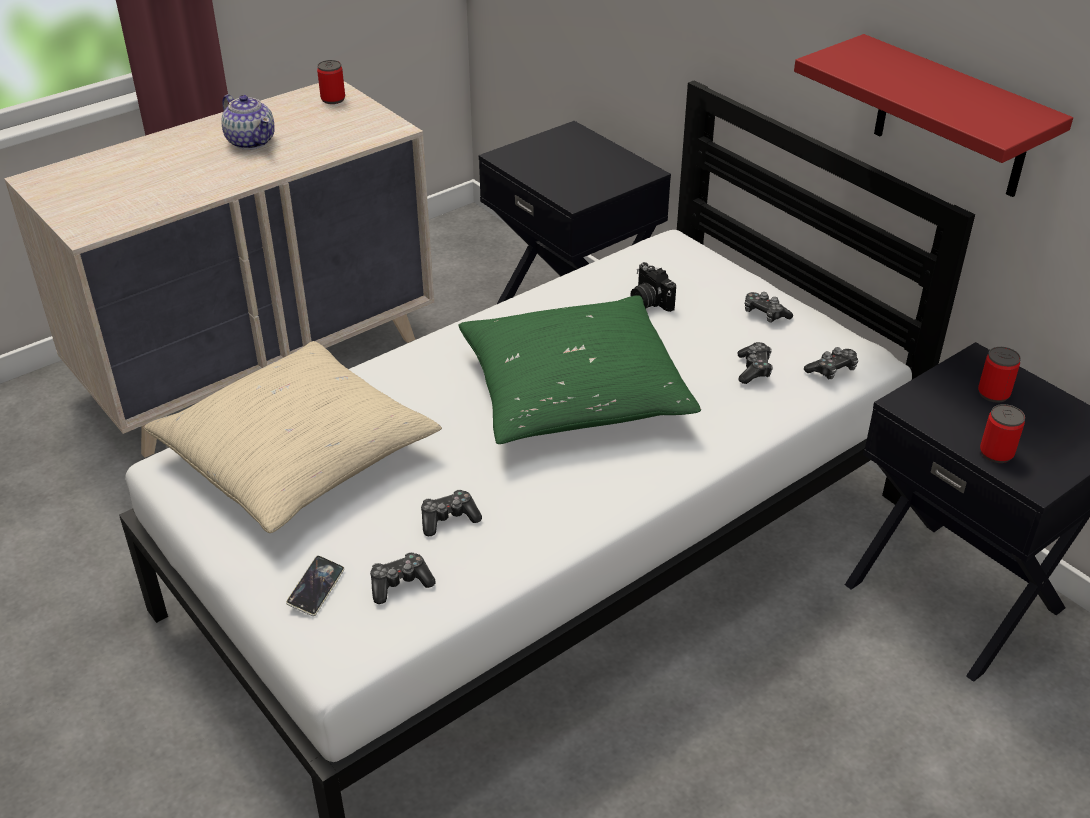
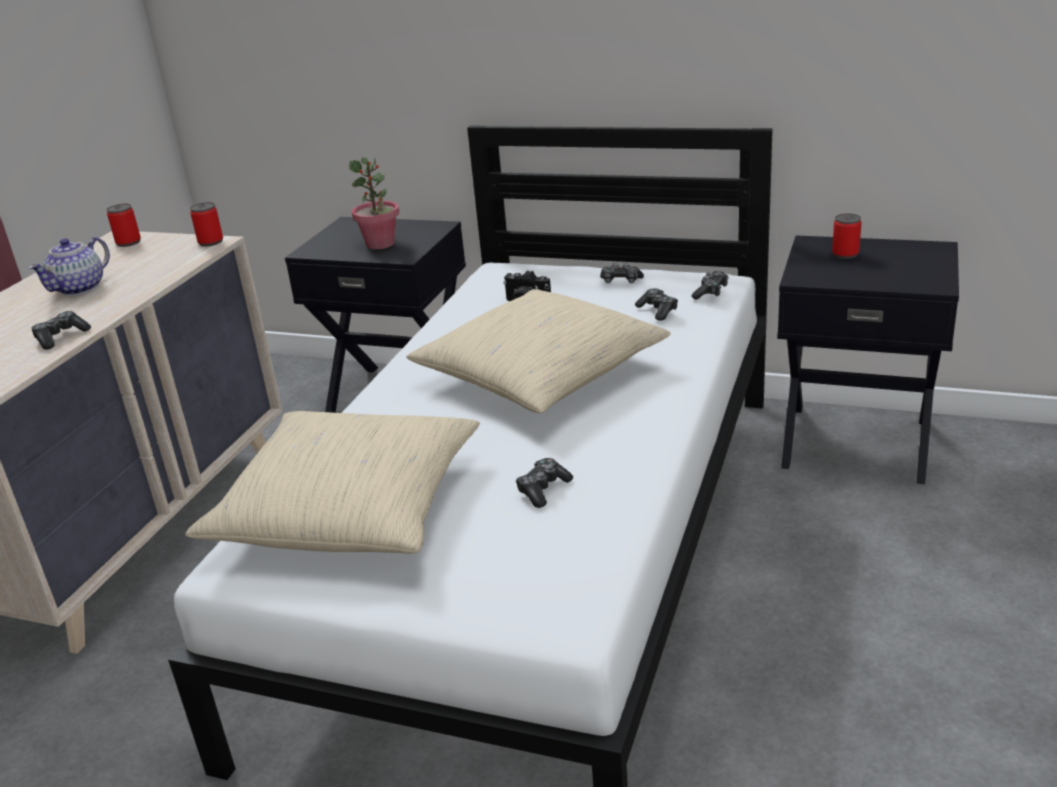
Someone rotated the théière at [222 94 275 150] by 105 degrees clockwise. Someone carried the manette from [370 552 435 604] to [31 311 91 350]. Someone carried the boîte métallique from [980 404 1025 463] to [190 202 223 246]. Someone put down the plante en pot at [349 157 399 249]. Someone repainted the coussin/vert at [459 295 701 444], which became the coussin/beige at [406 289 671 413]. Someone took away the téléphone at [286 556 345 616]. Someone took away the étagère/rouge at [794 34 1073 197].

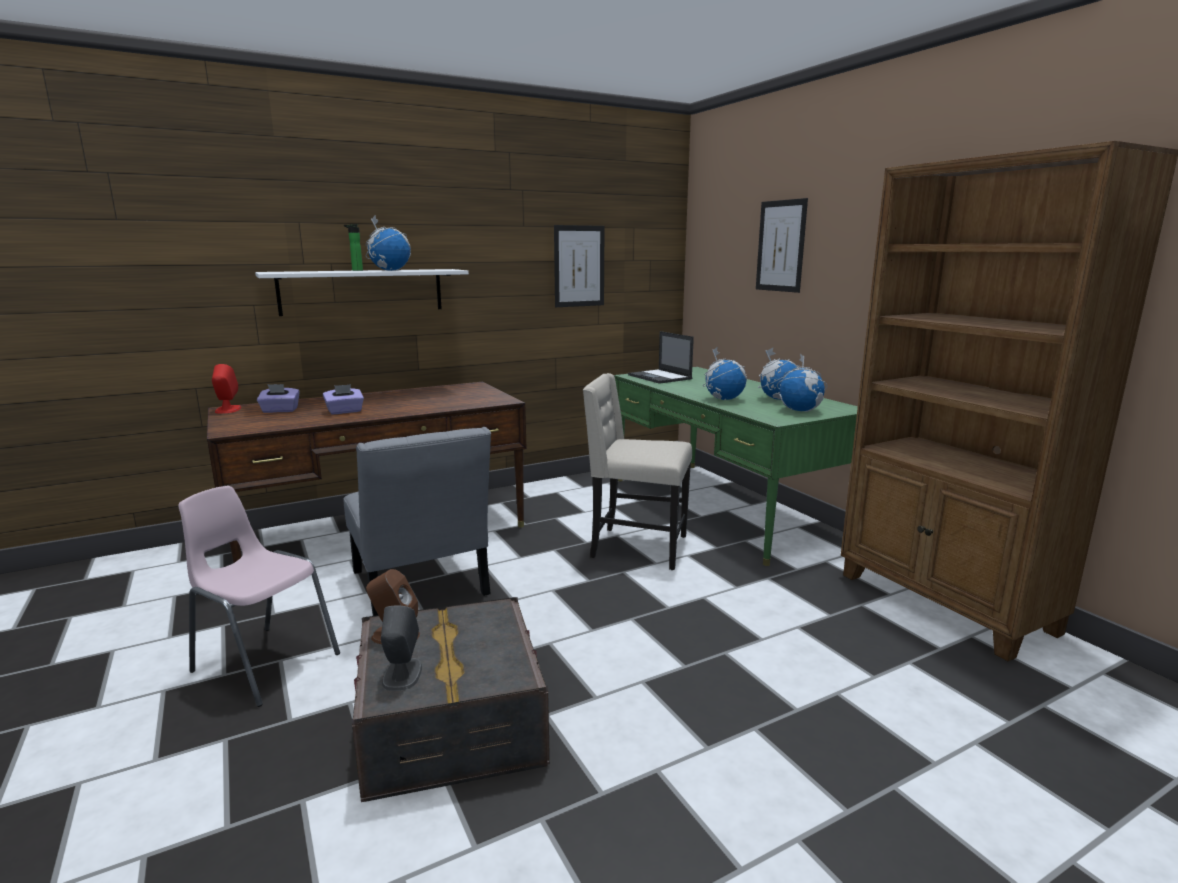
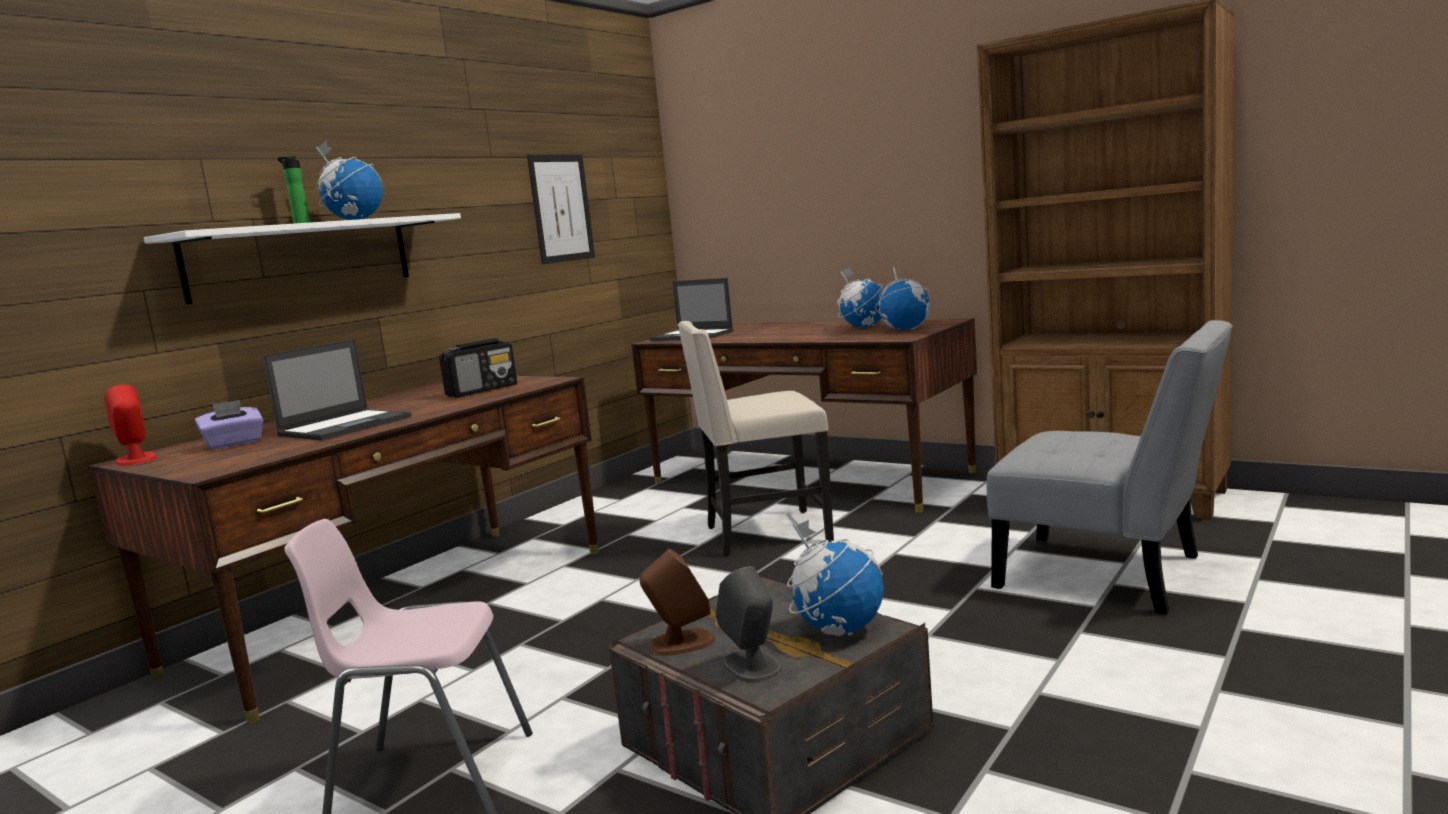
Someone swapped the boîte à mouchoirs/violet at [323 384 364 414] for the ordinateur portable at [262 339 411 440]. Someone put down the radio at [439 338 517 397]. Someone repainted the bureau/vert at [614 367 858 566], which became the bureau/marron at [631 318 977 513]. Someone carried the globe from [703 348 747 400] to [787 520 884 636]. Someone carried the chaise/gris from [343 427 491 616] to [987 320 1233 614]. Someone took away the tableau at [756 198 808 293].

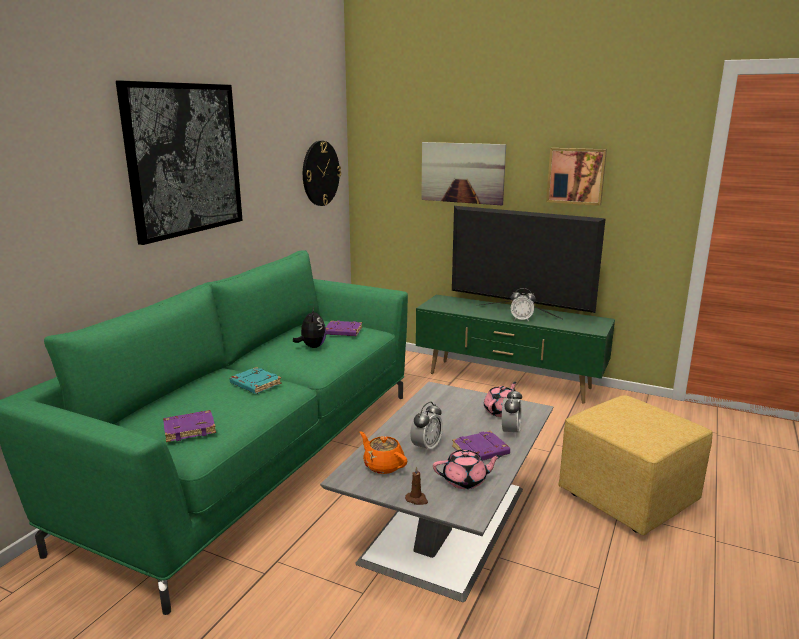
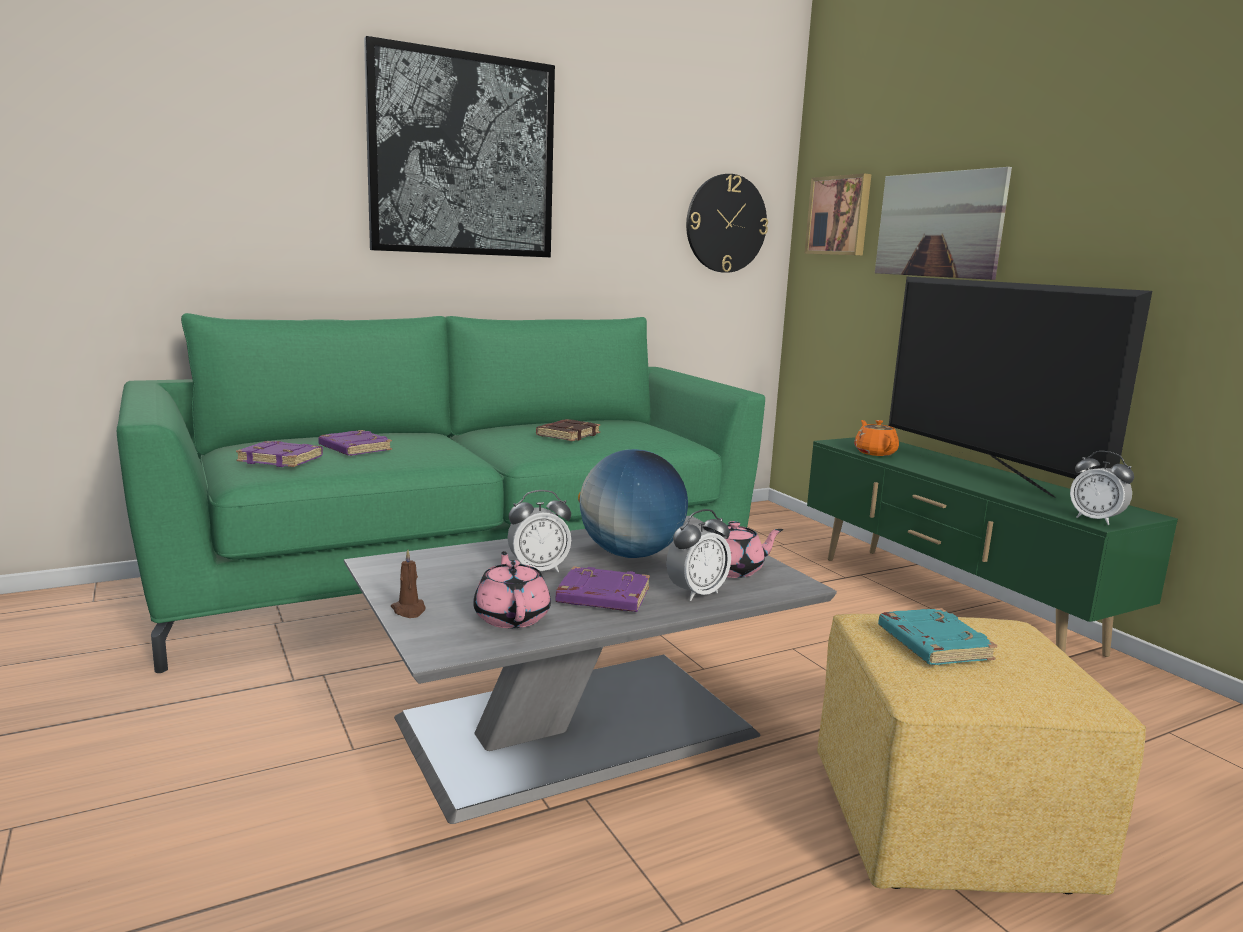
Someone carried the livre/violet from [326 321 362 336] to [318 430 392 456]. Someone rotated the théière/rose at [433 450 501 489] by 135 degrees counterclockwise. Someone swapped the peluche at [293 308 326 348] for the livre/marron at [536 419 601 441]. Someone put down the globe at [578 449 688 558]. Someone carried the tableau from [546 148 607 206] to [804 173 871 256]. Someone carried the théière/orange from [359 432 407 474] to [854 420 899 456]. Someone carried the livre/turquoise from [230 367 282 394] to [878 608 997 665]. Someone carried the réveil from [511 288 536 322] to [1070 451 1134 525].

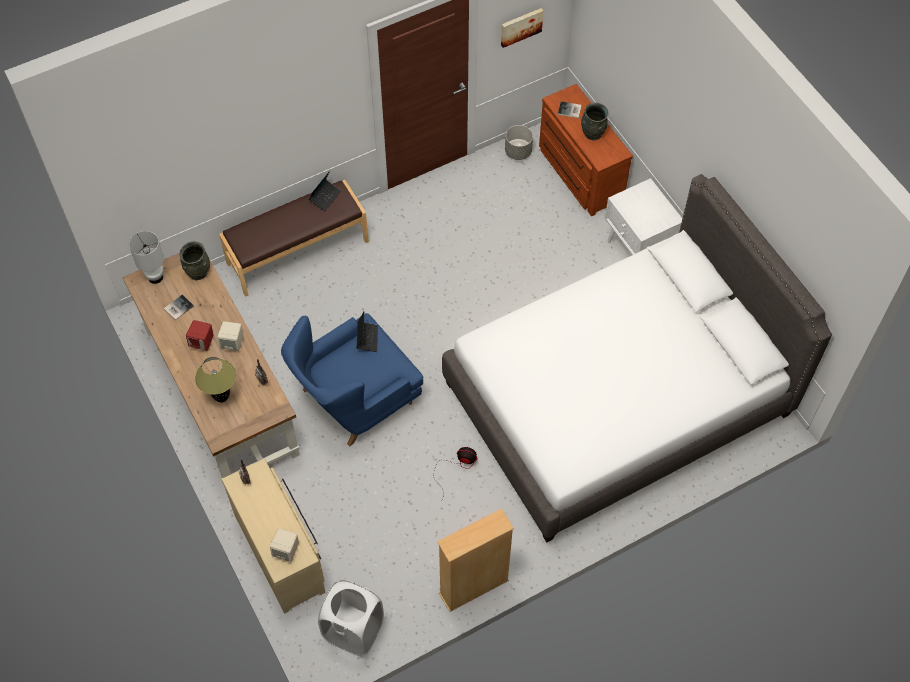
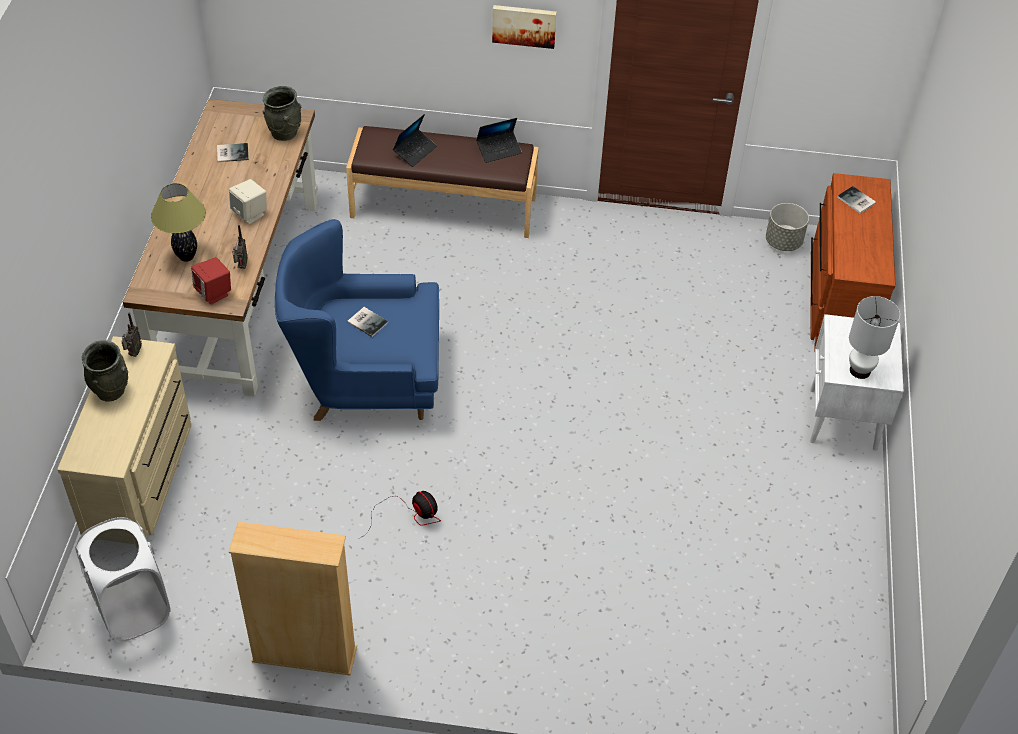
Someone carried the vase/gris from [581 102 608 140] to [82 340 128 401]. Someone carried the enceinte/rouge from [186 320 213 351] to [191 257 231 305]. Someone put down the livre at [347 307 388 337]. Someone carried the ordinateur portable from [357 312 378 352] to [393 114 437 167]. Someone carried the tableau from [501 8 543 48] to [492 5 557 49]. Someone carried the lampe de table/blanc from [129 231 164 284] to [849 296 900 379]. Someone took away the enceinte/beige at [270 528 299 562]. Someone took away the lit/blanc at [442 174 832 542].

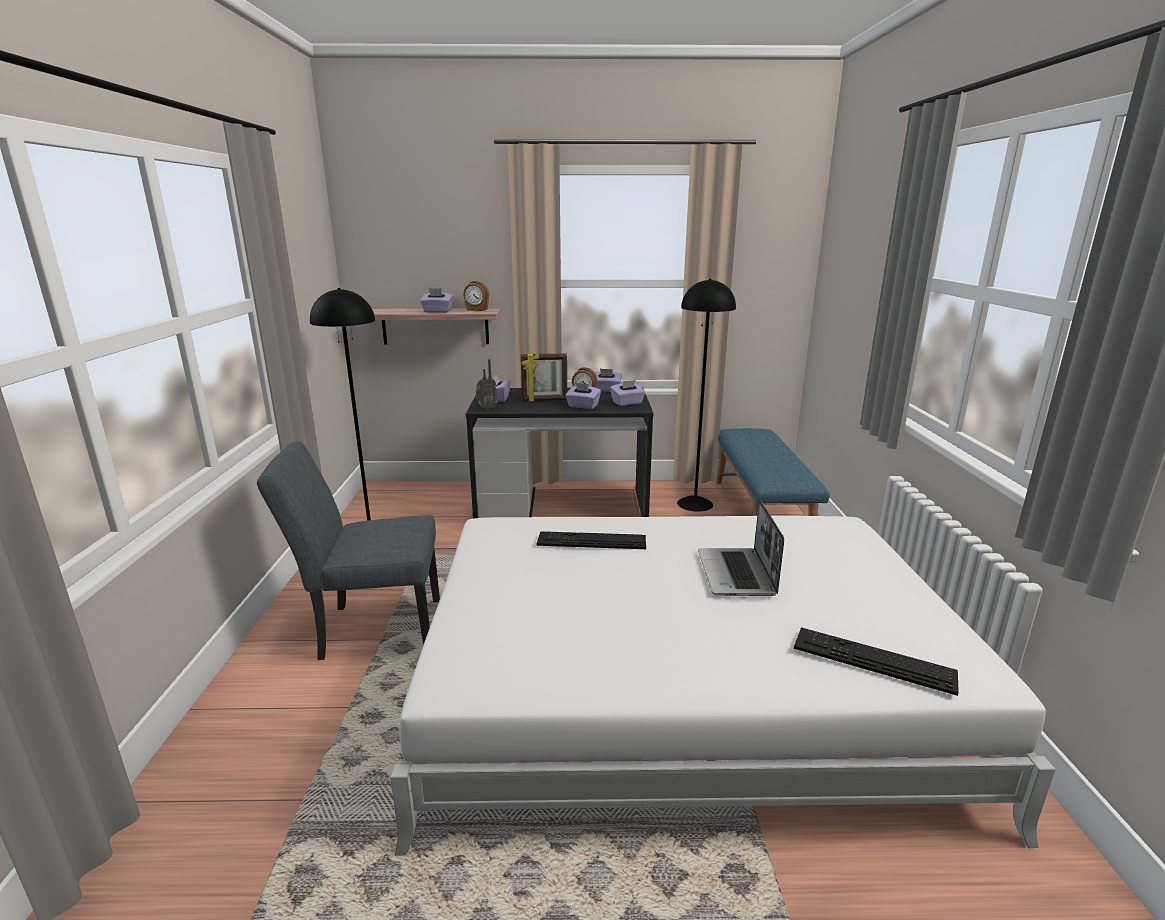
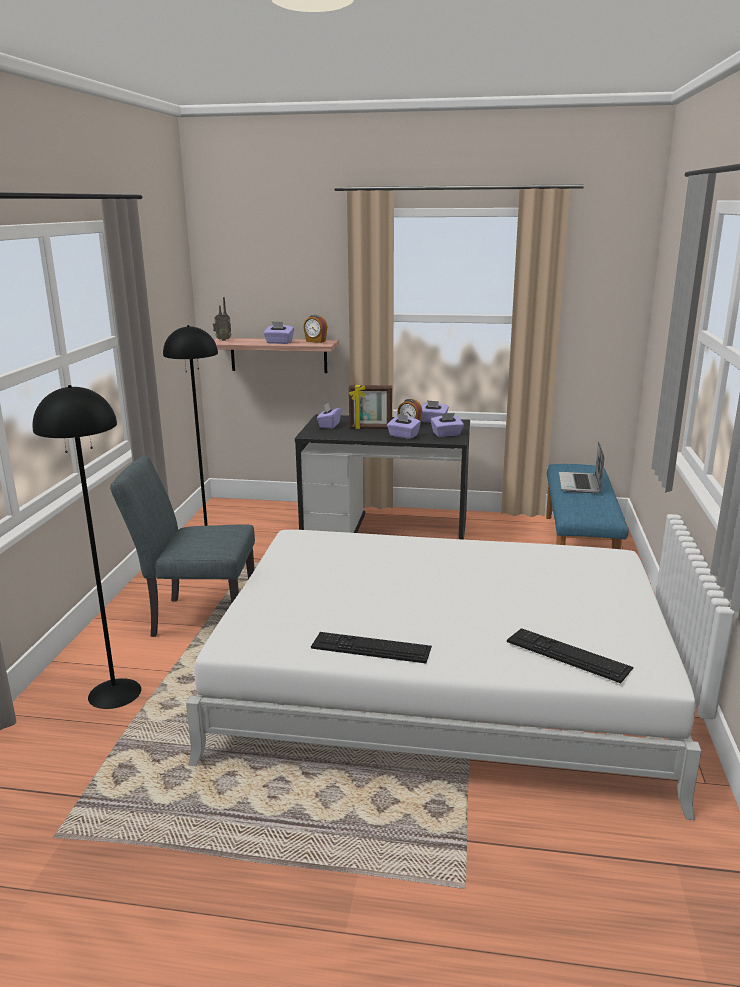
Someone carried the lampadaire/noir from [677 278 736 512] to [33 385 141 709]. Someone carried the radio from [475 359 497 410] to [213 297 231 341]. Someone carried the clavier from [537 531 646 549] to [311 632 432 663]. Someone carried the ordinateur portable from [698 499 784 596] to [559 441 605 493].

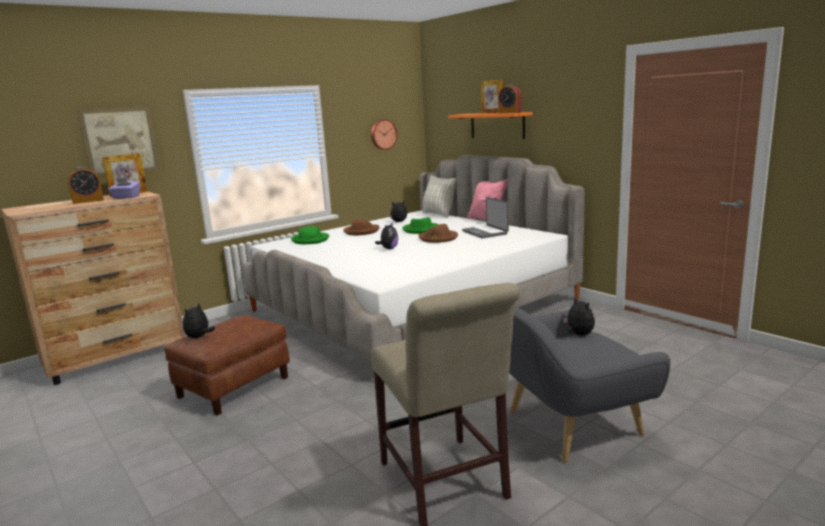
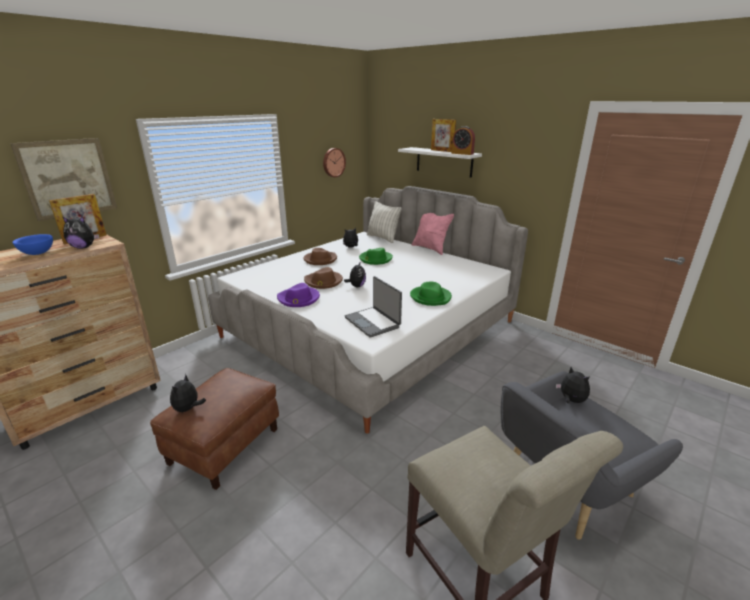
Someone swapped the réveil at [68 167 104 204] for the bol/bleu at [13 234 53 255]. Someone swapped the boîte à mouchoirs/violet at [108 178 140 199] for the peluche at [62 216 100 249]. Someone put down the chapeau/violet at [277 283 320 307]. Someone carried the chapeau/marron from [418 224 458 243] to [304 267 343 289]. Someone carried the ordinateur portable from [462 197 509 238] to [345 276 402 338]. Someone repainted the étagère/orange at [448 112 532 139], which became the étagère/blanc at [398 147 482 178]. Someone carried the chapeau/vert from [291 226 329 244] to [410 282 452 306].

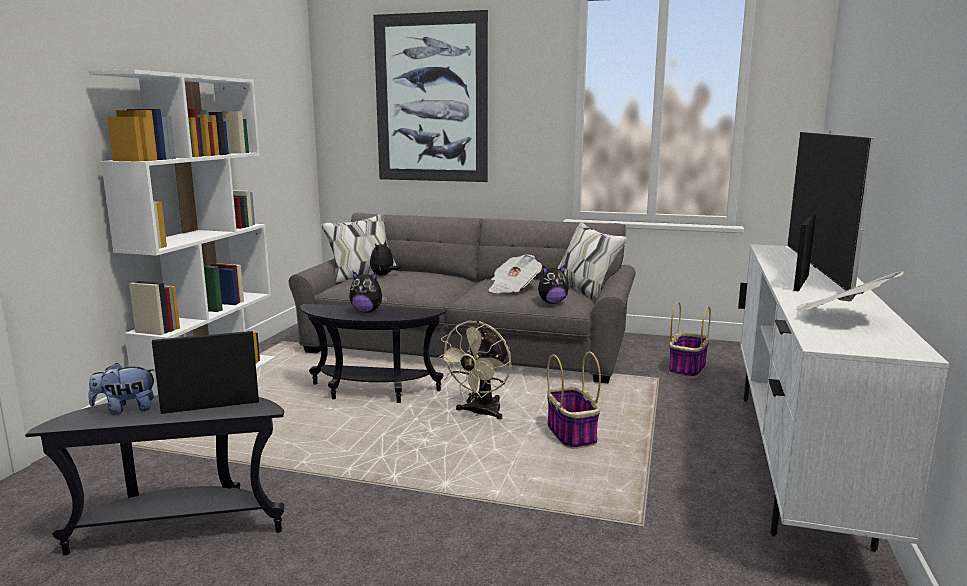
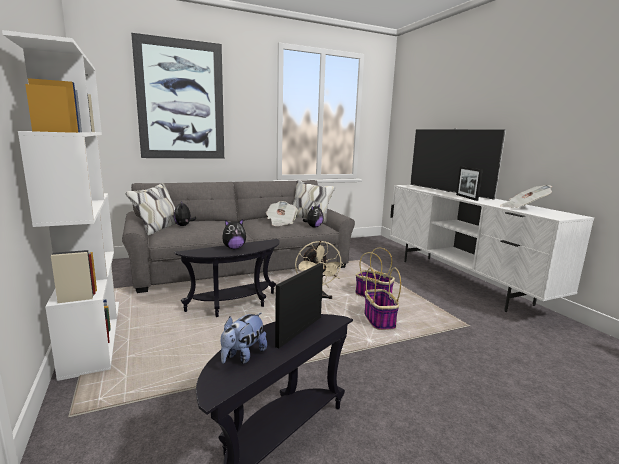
Someone carried the panier from [669 302 711 378] to [364 267 401 330].

